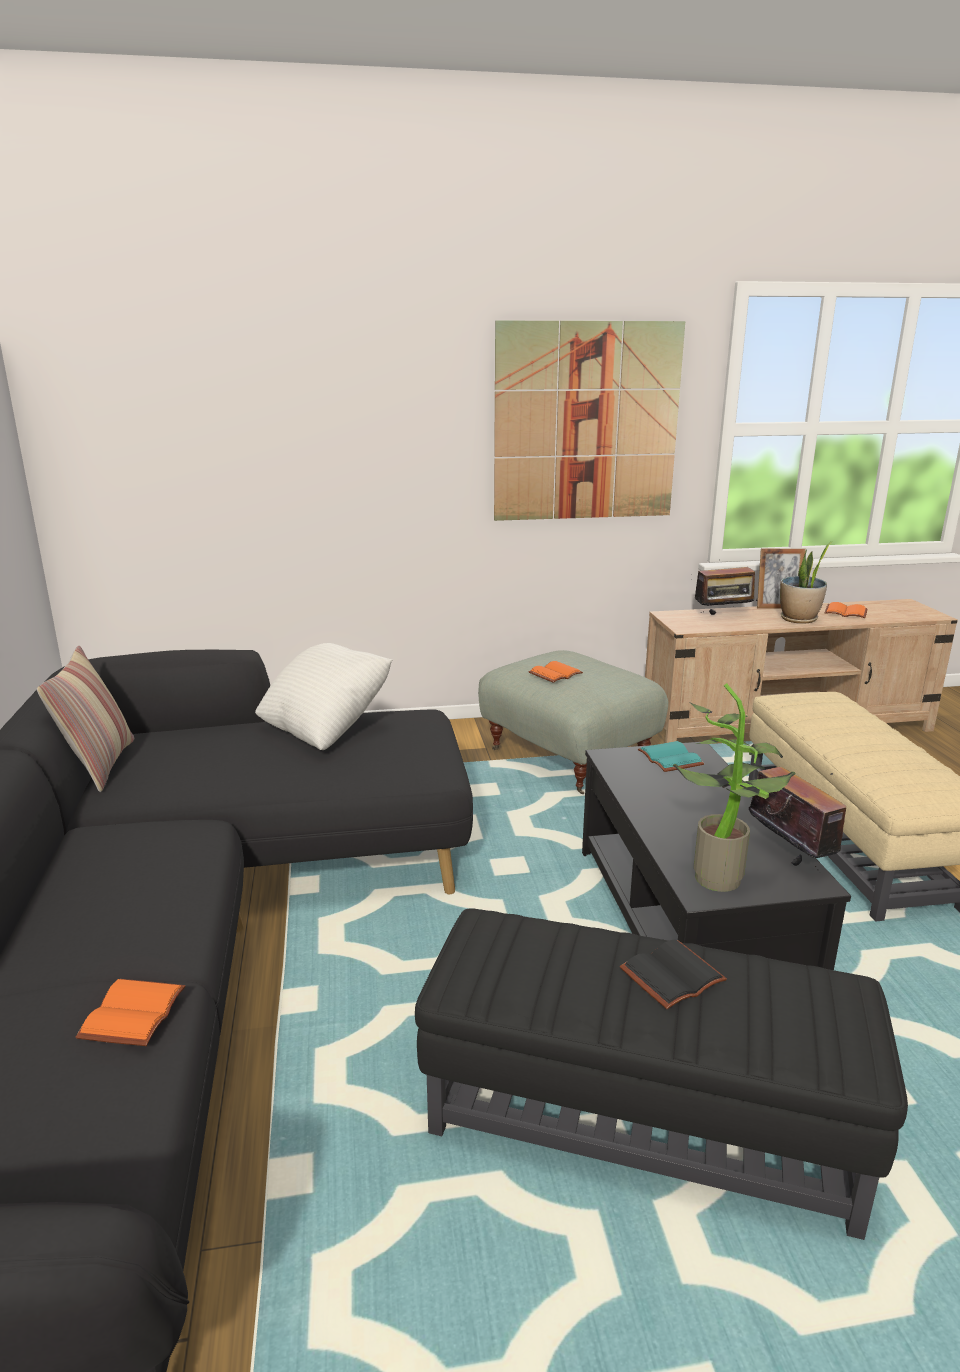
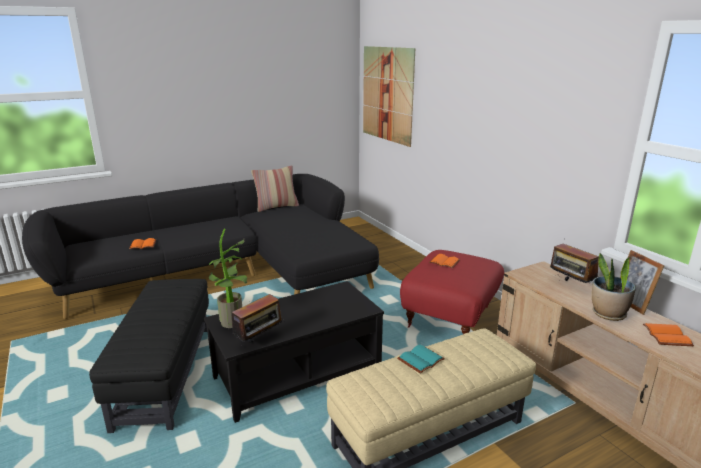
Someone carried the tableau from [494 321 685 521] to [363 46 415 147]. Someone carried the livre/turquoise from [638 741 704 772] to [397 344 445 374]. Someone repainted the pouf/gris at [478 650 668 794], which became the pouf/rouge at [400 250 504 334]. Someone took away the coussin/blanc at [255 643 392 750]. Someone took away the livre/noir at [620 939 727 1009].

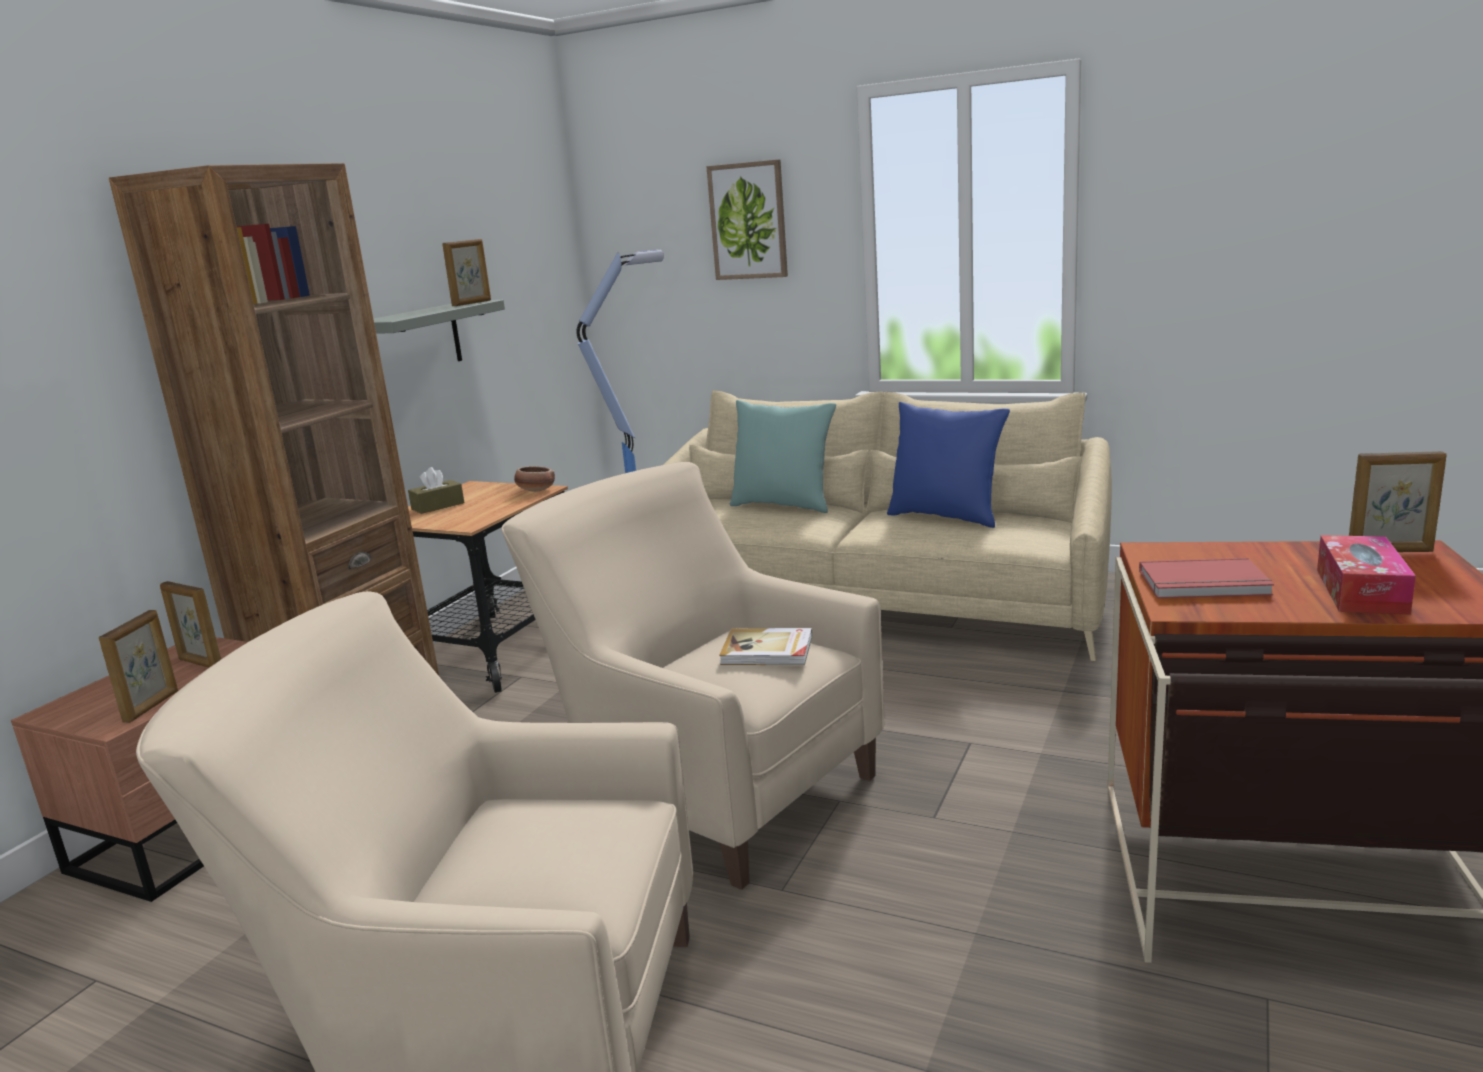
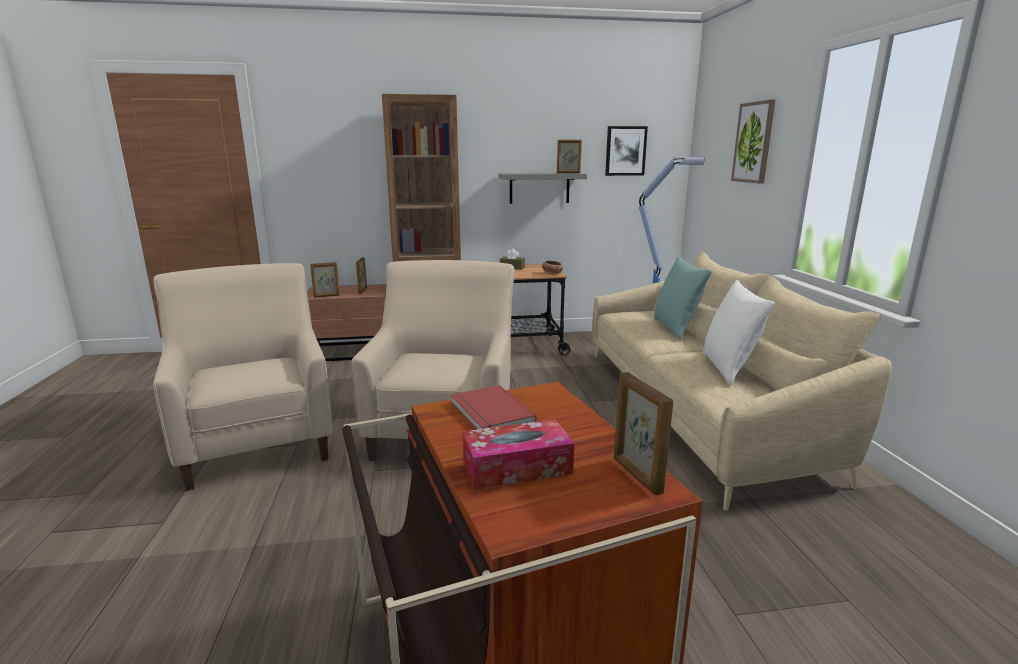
Someone put up the tableau at [605 126 648 176]. Someone repainted the coussin/bleu at [887 402 1010 528], which became the coussin/blanc at [703 279 775 386]. Someone took away the livre at [719 628 812 665].

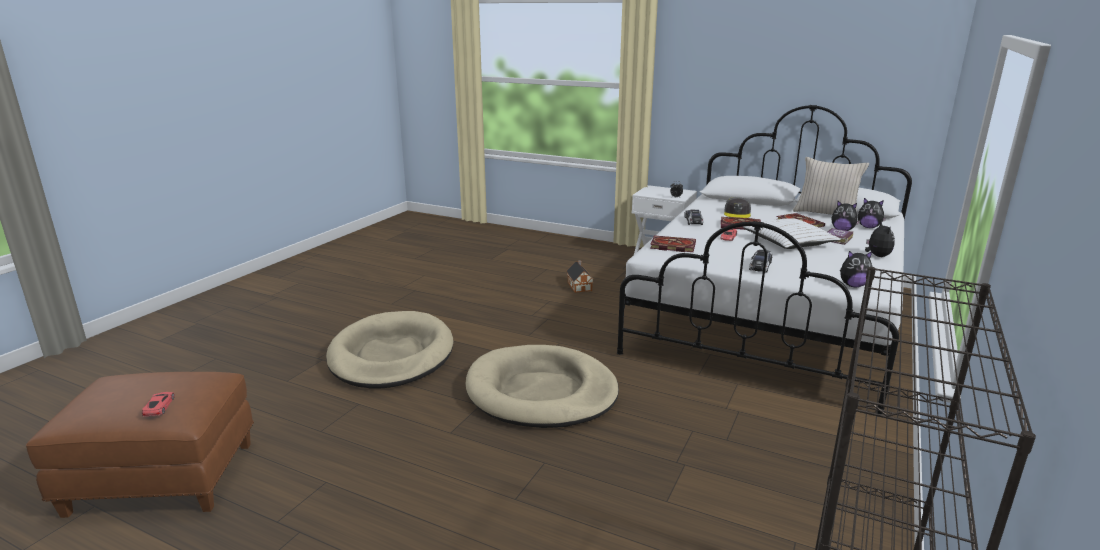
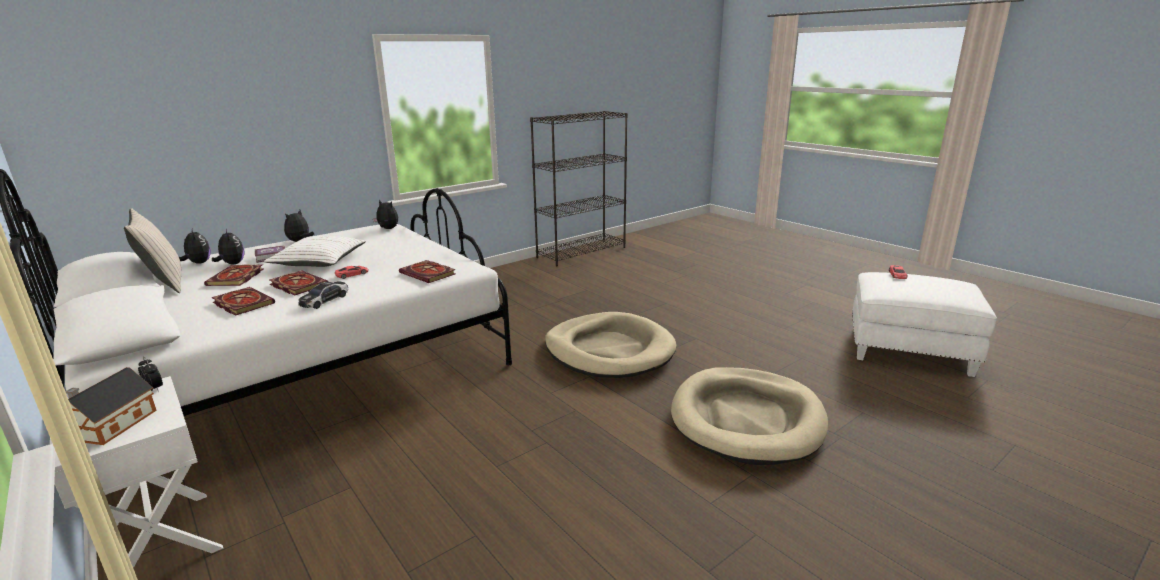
Someone carried the maison miniature from [566 260 594 293] to [65 367 157 445]. Someone swapped the casquette/gris at [724 197 751 218] for the livre at [211 287 275 316]. Someone repainted the pouf/marron at [26 372 254 518], which became the pouf/blanc at [852 272 997 377]. Someone took away the petite voiture at [749 250 772 273].

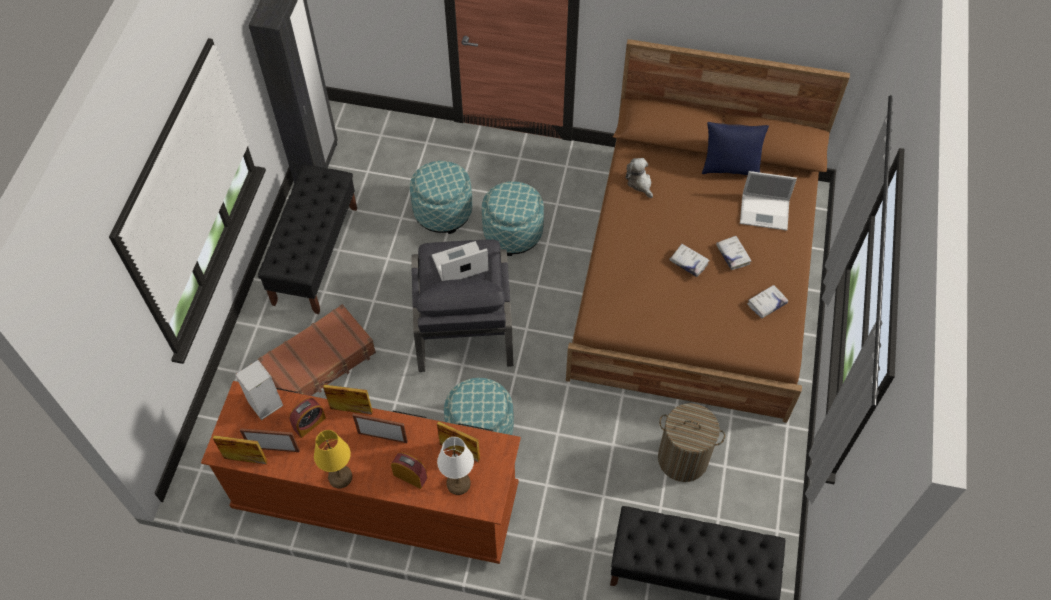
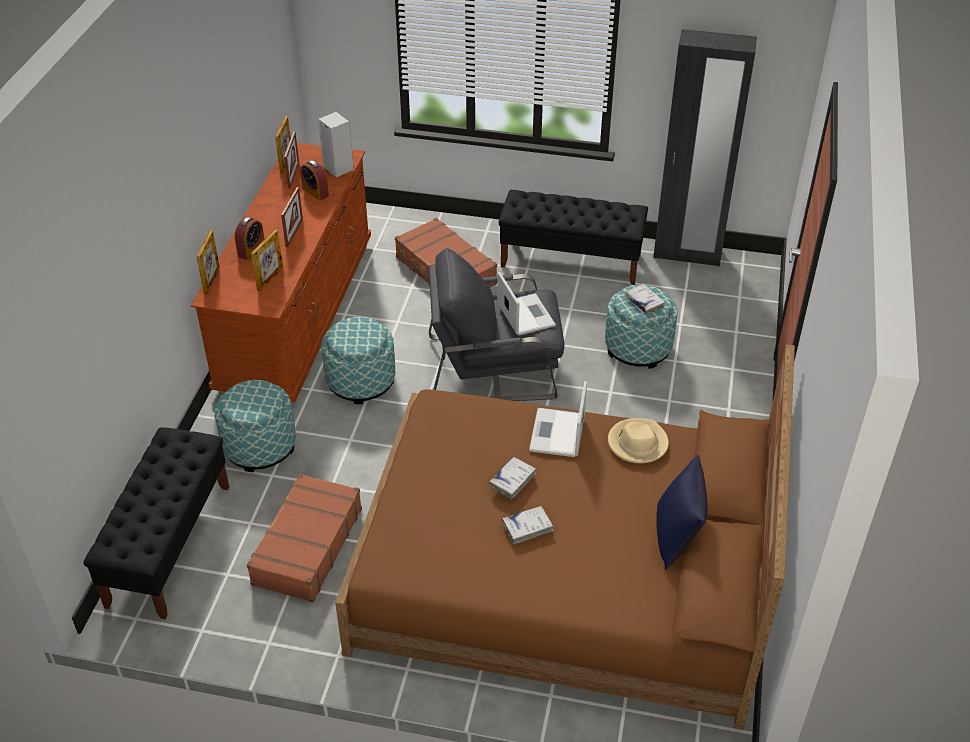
Someone carried the cadre photo from [323 385 373 414] to [196 230 220 294]. Someone carried the pouf from [482 181 544 256] to [215 380 296 472]. Someone swapped the panier à linge at [658 403 725 482] for the valise/marron at [247 473 362 602]. Someone carried the ordinateur portable from [740 171 797 230] to [529 381 587 457]. Someone swapped the peluche at [626 158 653 198] for the chapeau/beige at [608 418 669 463]. Someone carried the livre/blanc from [747 285 788 318] to [625 284 665 314]. Someone took away the lampe de table/jaune at [314 430 352 488]. Someone took away the lampe de table/blanc at [437 437 474 495].

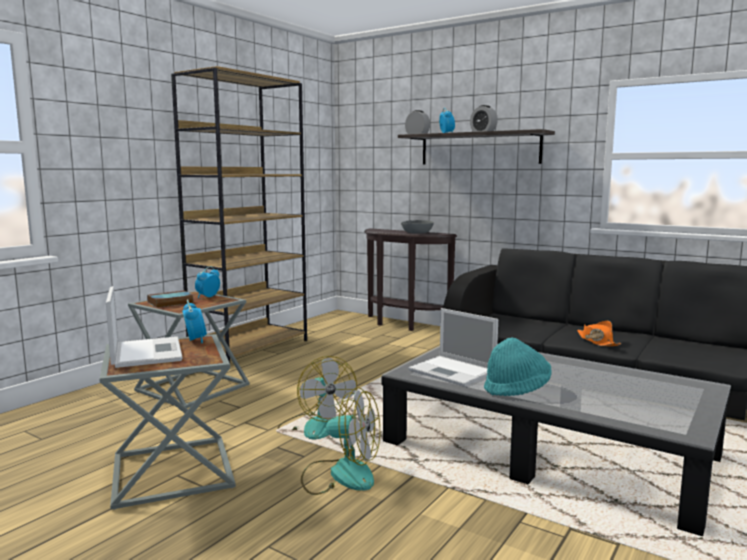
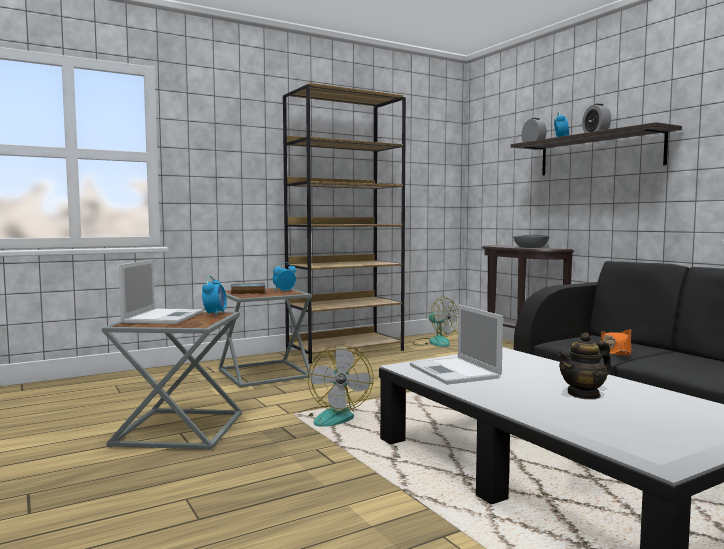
Someone carried the ventilateur from [301 387 380 495] to [413 297 458 347]. Someone put down the théière at [558 332 611 399]. Someone carried the chapeau/orange from [577 321 621 346] to [601 329 631 356]. Someone took away the chapeau/turquoise at [484 337 551 396].

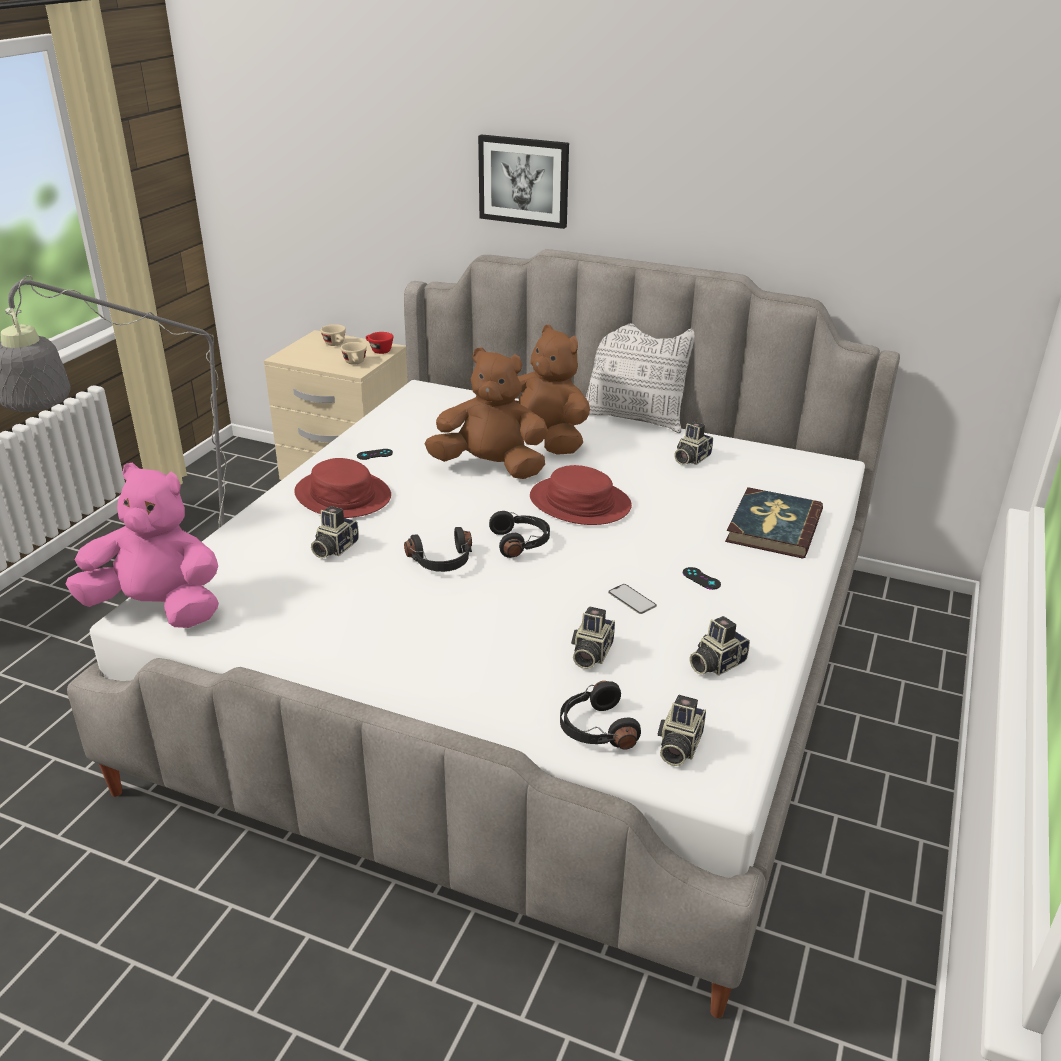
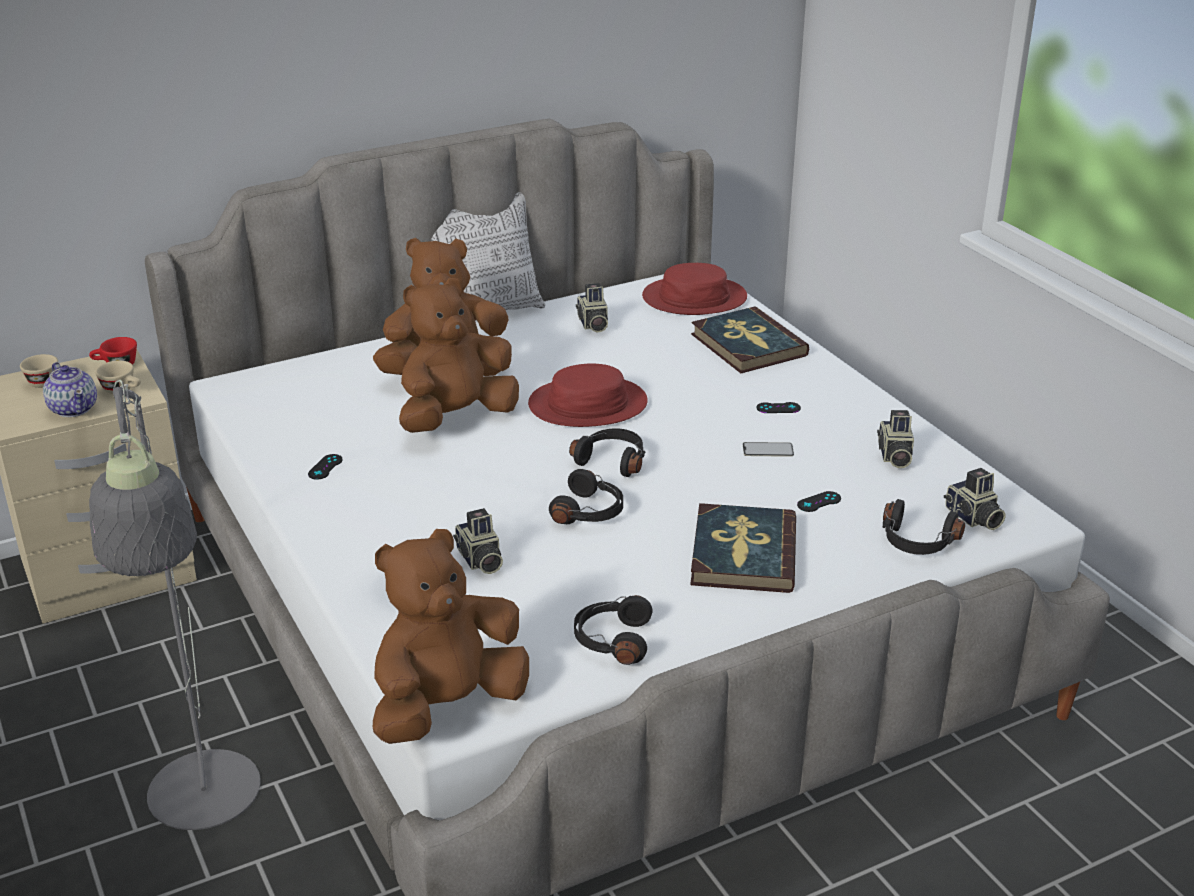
Someone put down the théière at [43 362 97 417]. Someone repainted the peluche/rose at [66 463 219 628], which became the peluche/marron at [373 529 529 744]. Someone put down the casque audio/noir at [574 595 652 665]. Someone carried the chapeau/rouge from [294 458 391 518] to [642 263 747 315]. Someone put down the livre at [690 503 796 593]. Someone swapped the appareil photo at [571 606 615 669] for the manette/noir at [797 491 841 512]. Someone took away the tableau at [478 134 569 229].

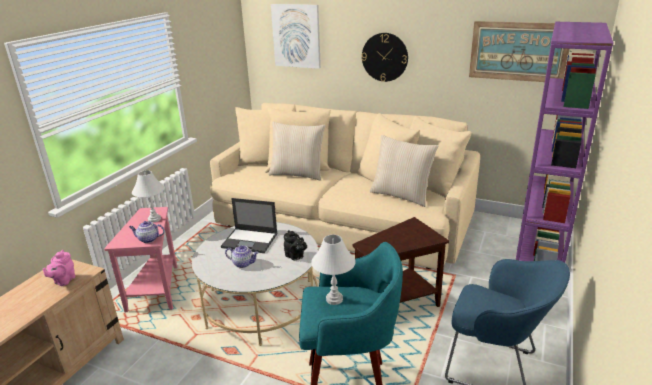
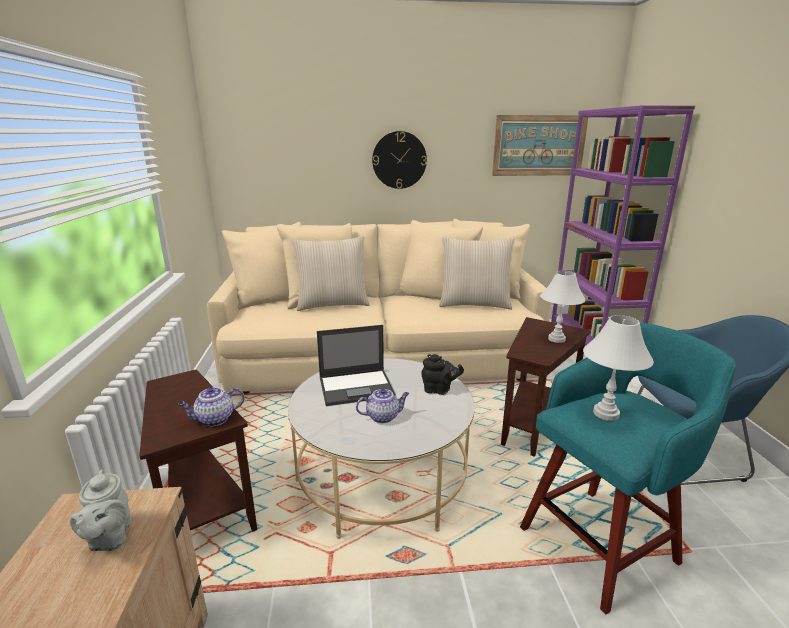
Someone repainted the théière/rose at [43 250 75 286], which became the théière/gris at [70 470 131 551]. Someone repainted the table d'appoint/rose at [104 207 177 312], which became the table d'appoint/marron at [139 370 257 532]. Someone carried the lampe de table/blanc from [132 170 165 223] to [540 271 586 343]. Someone took away the tableau at [271 4 321 69].

